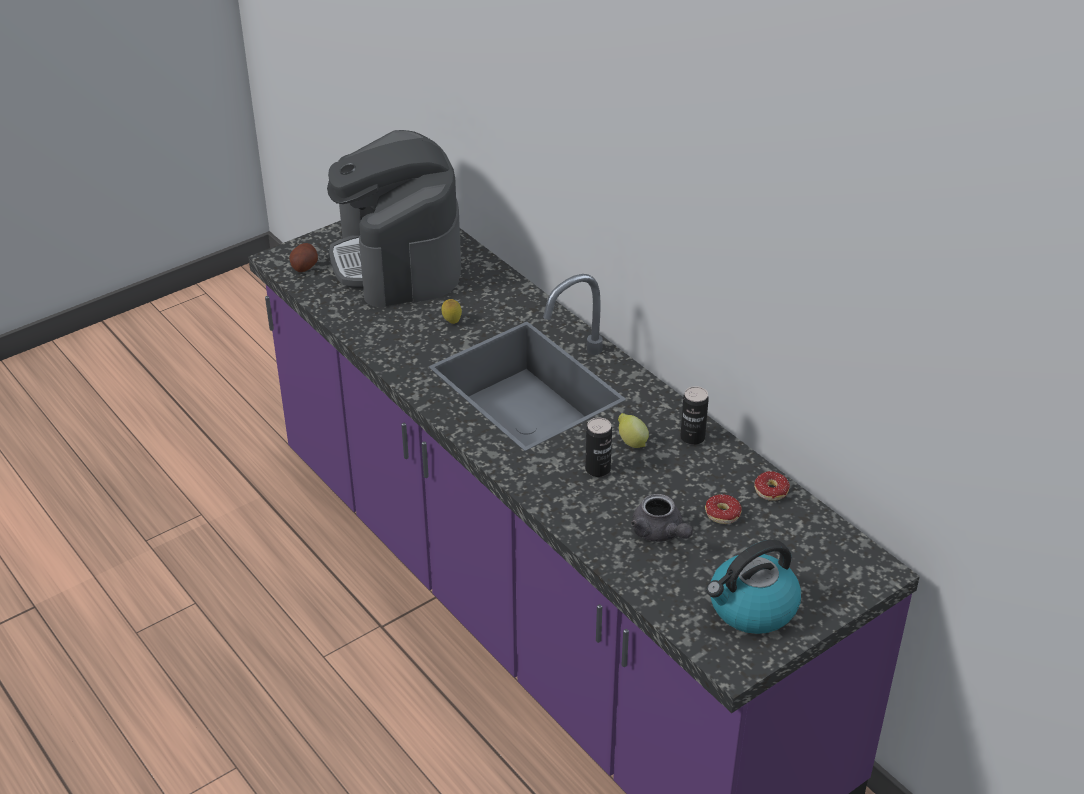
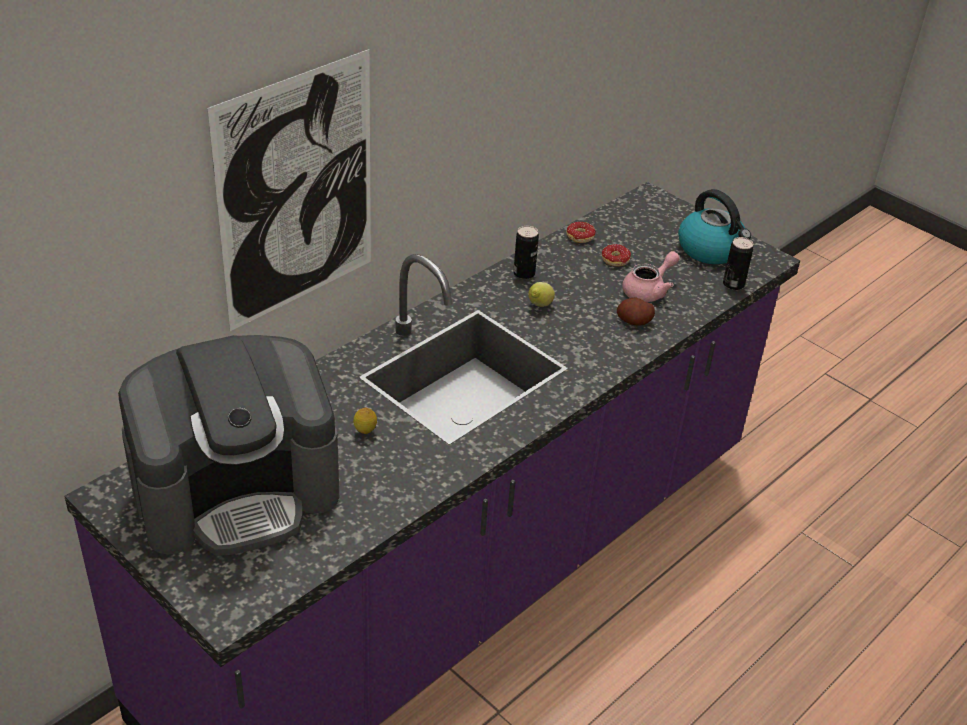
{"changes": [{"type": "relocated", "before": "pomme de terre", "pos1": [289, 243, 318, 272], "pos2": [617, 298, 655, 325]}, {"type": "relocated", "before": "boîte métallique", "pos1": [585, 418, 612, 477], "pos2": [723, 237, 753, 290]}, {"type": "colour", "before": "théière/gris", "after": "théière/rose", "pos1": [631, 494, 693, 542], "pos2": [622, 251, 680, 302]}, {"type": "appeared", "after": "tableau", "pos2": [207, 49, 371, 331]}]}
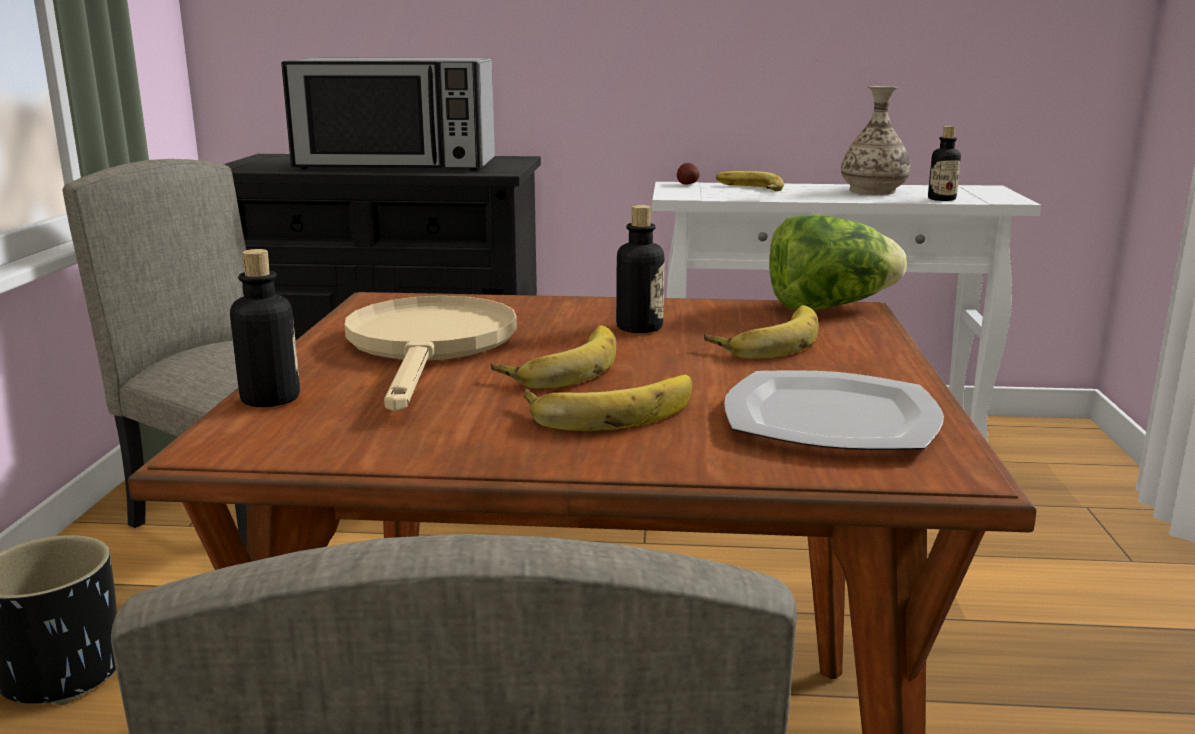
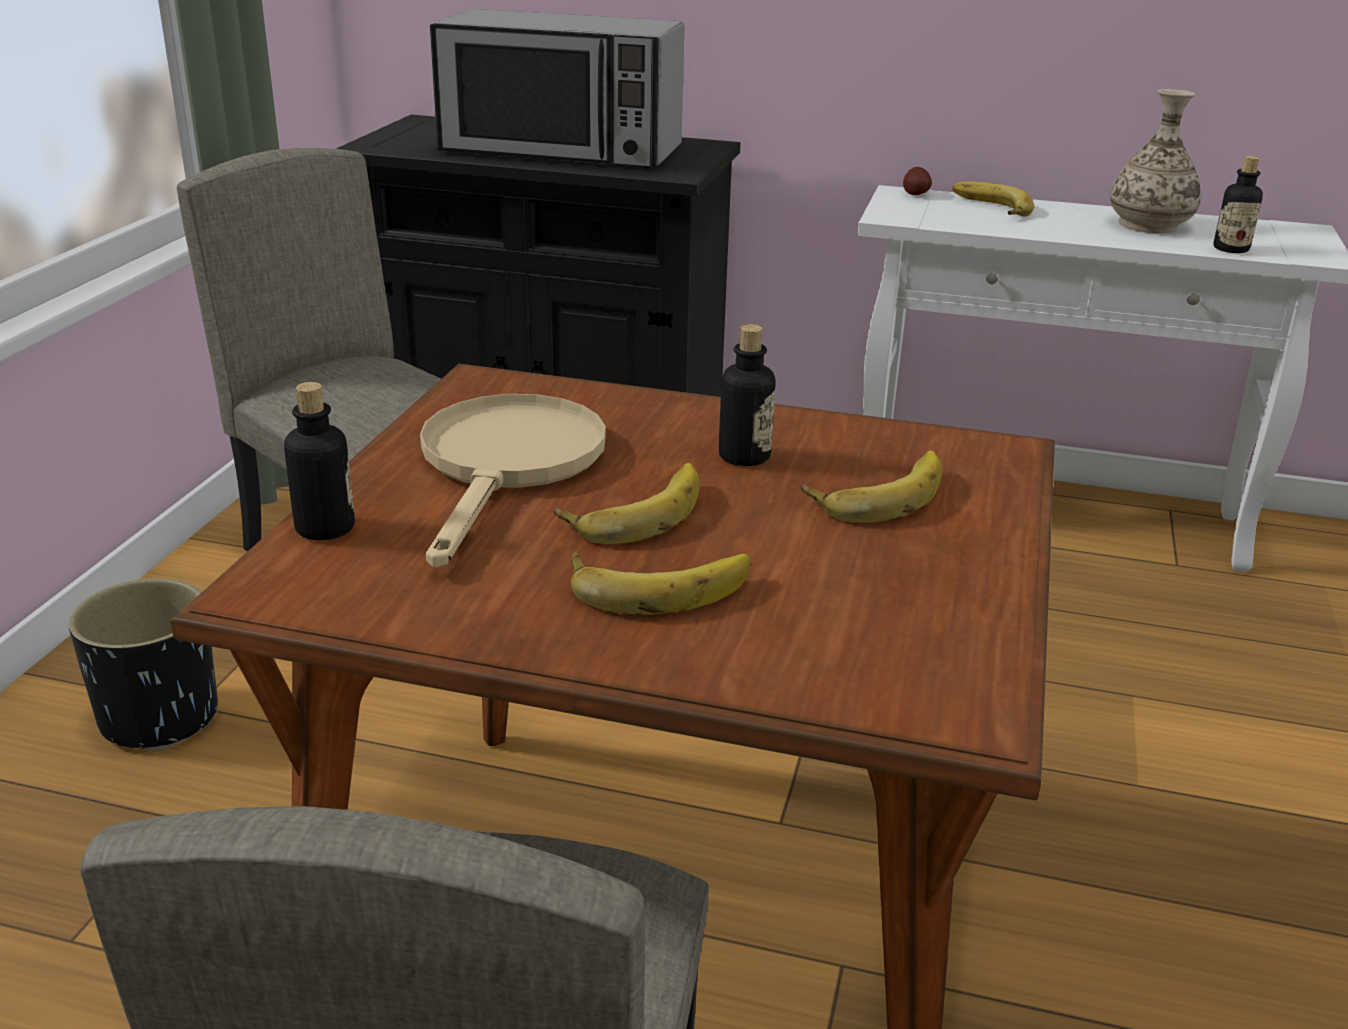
{"changes": [{"type": "missing", "before": "laitue", "pos1": [769, 215, 907, 310]}, {"type": "missing", "before": "assiette", "pos1": [724, 370, 944, 450]}]}
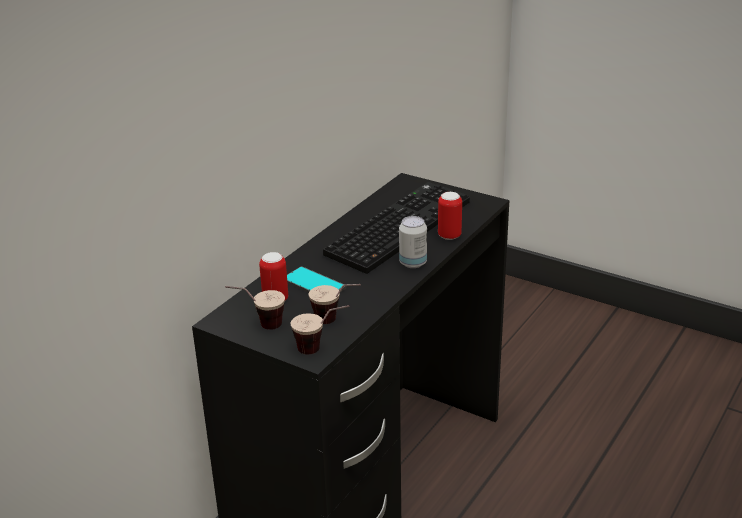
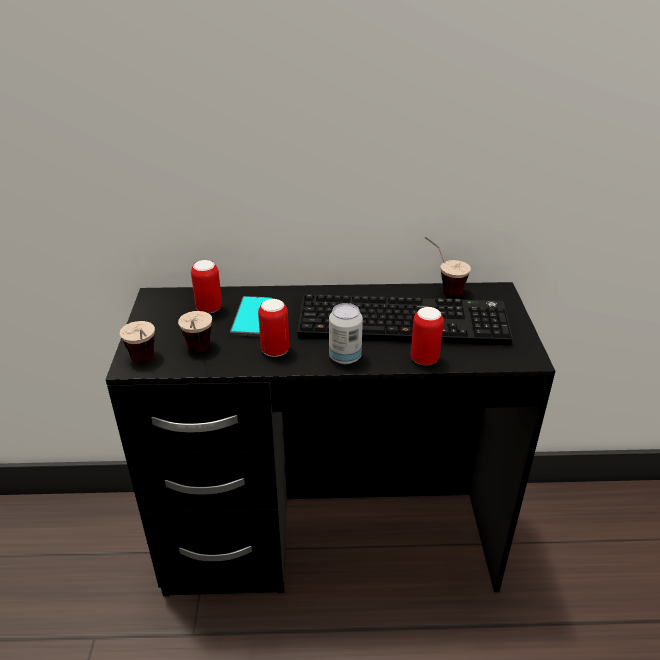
{"changes": [{"type": "relocated", "before": "tasse", "pos1": [225, 286, 285, 330], "pos2": [425, 236, 471, 297]}, {"type": "appeared", "after": "boîte métallique", "pos2": [258, 299, 289, 357]}]}
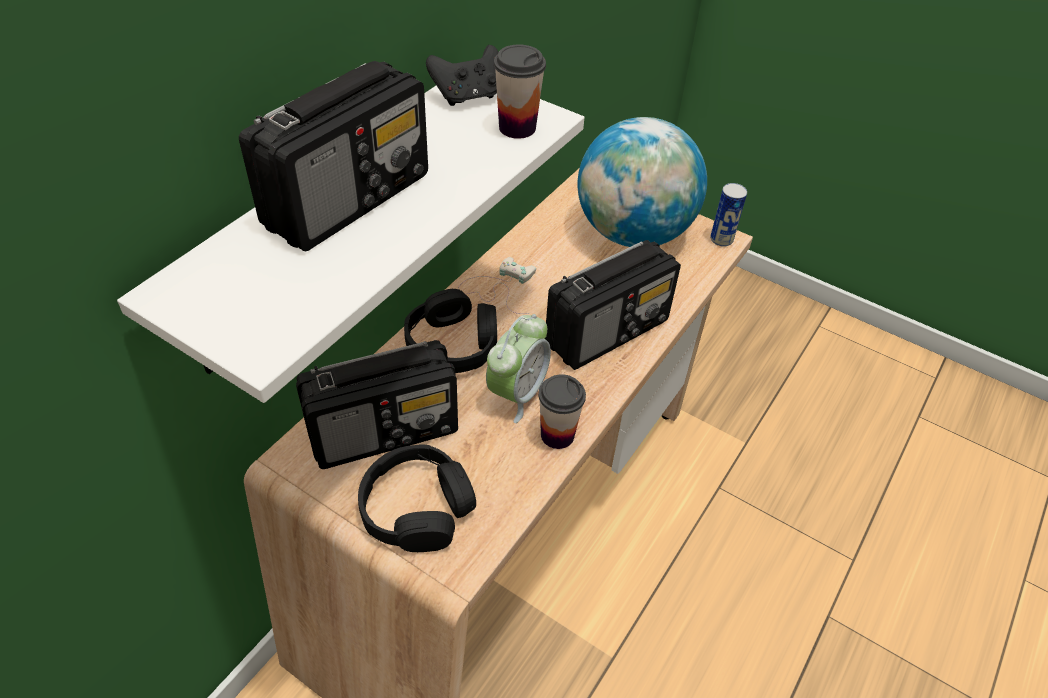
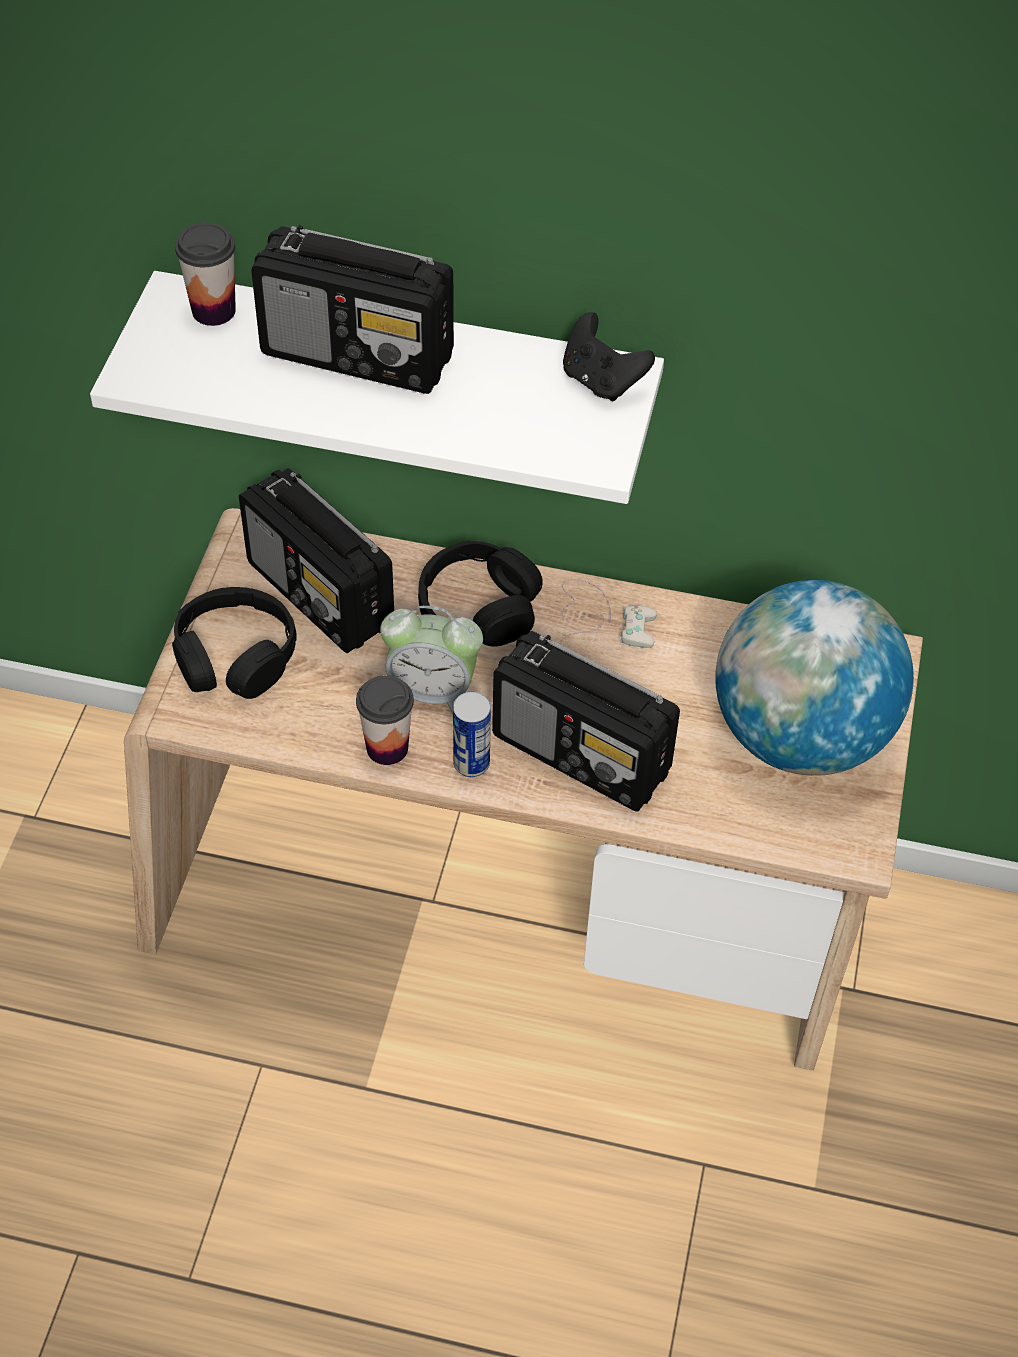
{"changes": [{"type": "relocated", "before": "tasse", "pos1": [494, 44, 546, 139], "pos2": [175, 222, 236, 326]}, {"type": "relocated", "before": "boîte métallique", "pos1": [710, 183, 747, 247], "pos2": [453, 692, 491, 777]}]}
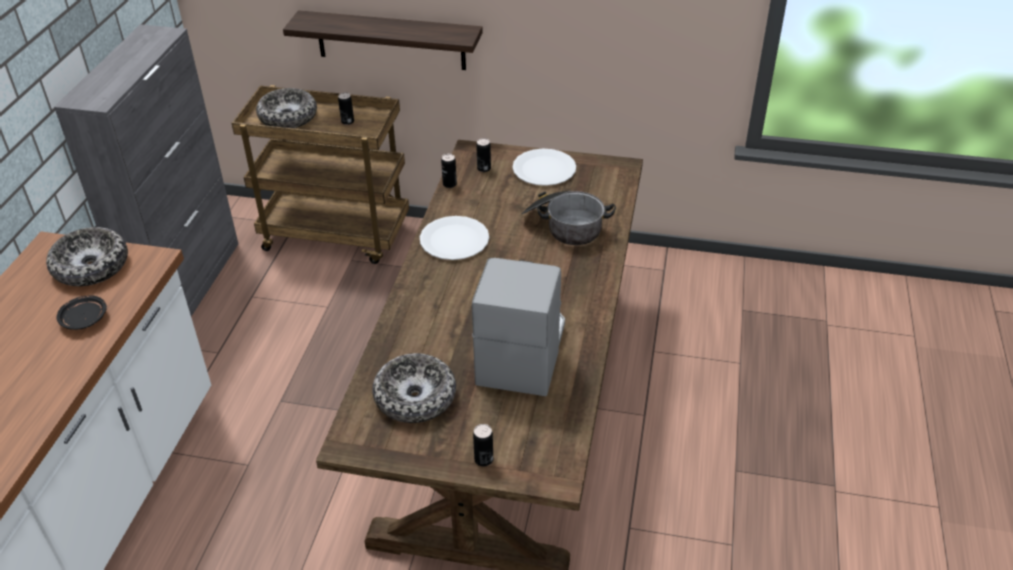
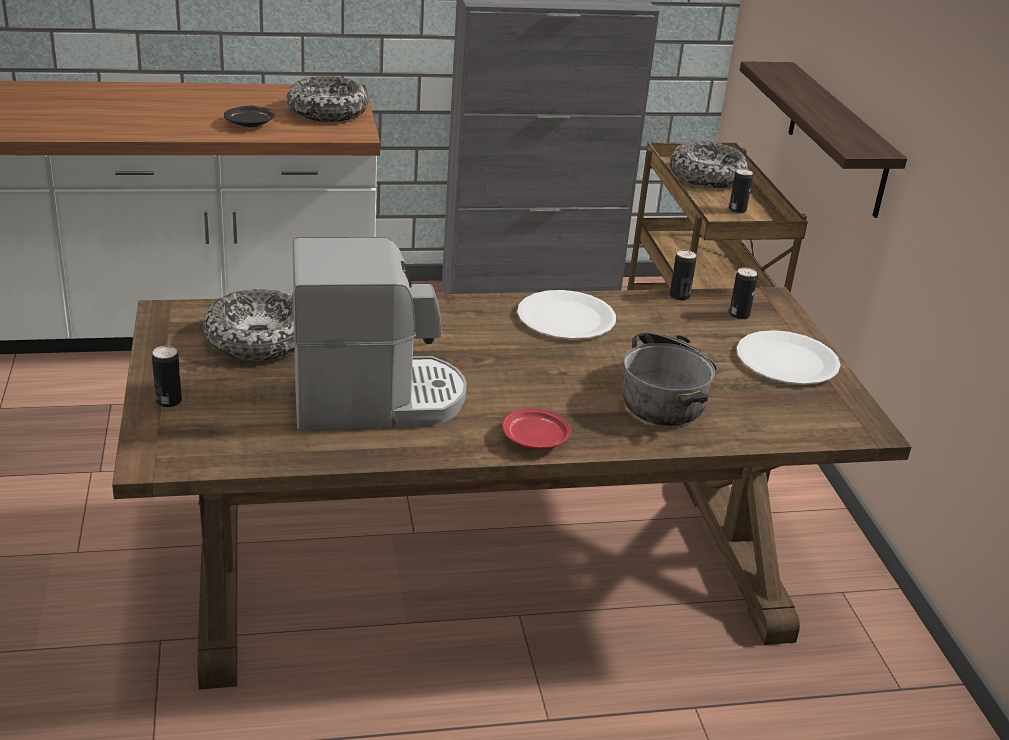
{"changes": [{"type": "appeared", "after": "assiette/rouge", "pos2": [502, 408, 571, 450]}]}
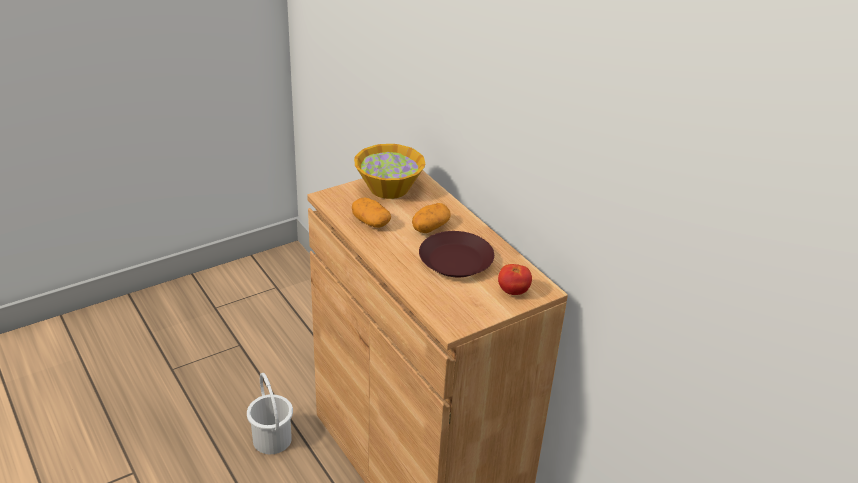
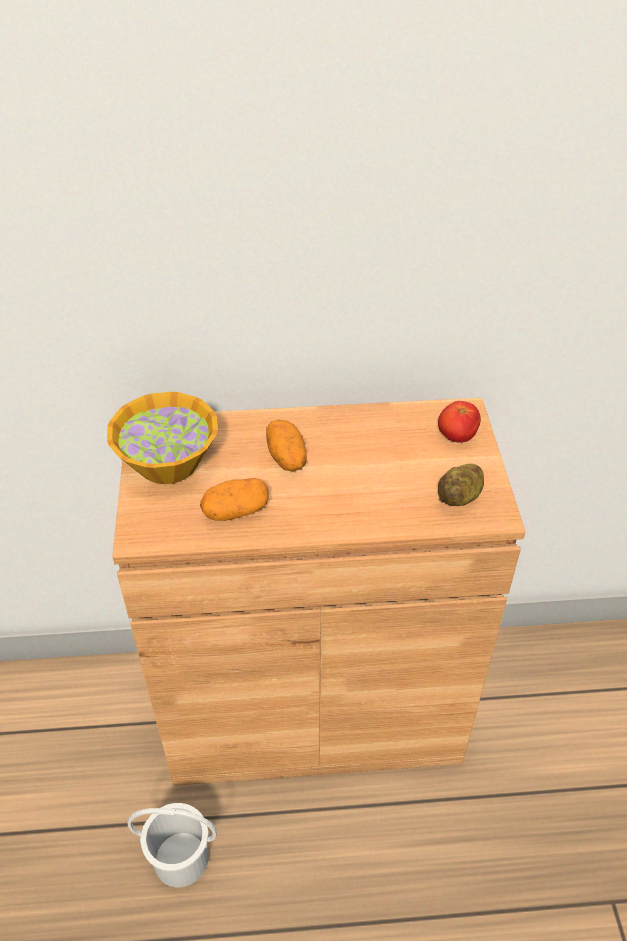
{"changes": [{"type": "missing", "before": "assiette/marron", "pos1": [419, 231, 494, 277]}, {"type": "appeared", "after": "pomme de terre", "pos2": [438, 464, 484, 506]}]}
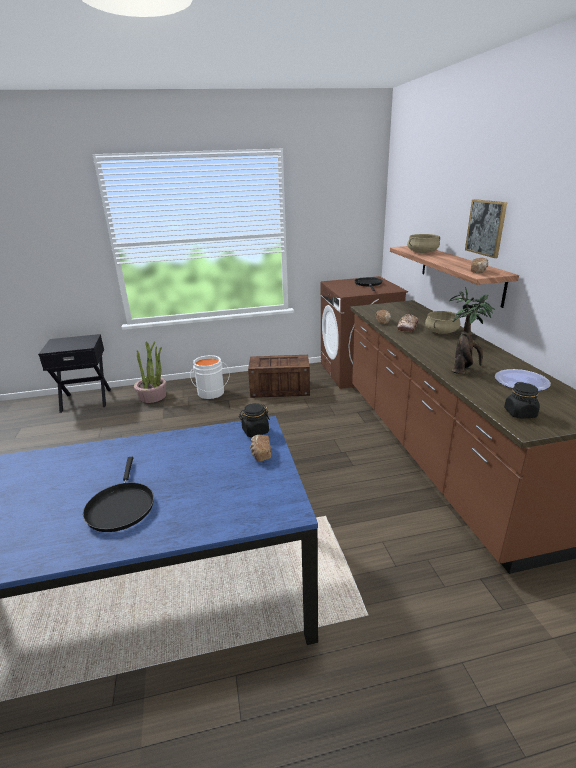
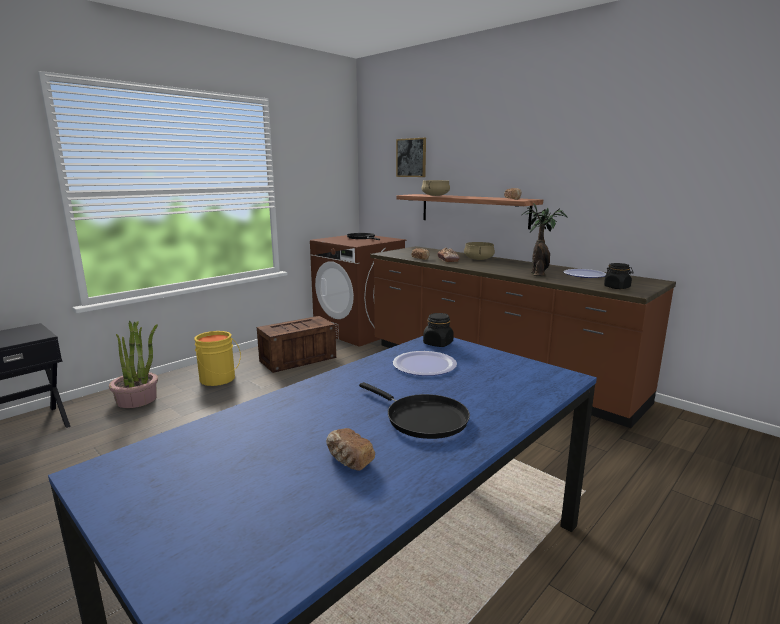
{"changes": [{"type": "relocated", "before": "tableau", "pos1": [465, 199, 507, 258], "pos2": [396, 138, 426, 177]}, {"type": "colour", "before": "seau/blanc", "after": "seau/jaune", "pos1": [190, 355, 230, 399], "pos2": [194, 331, 241, 386]}, {"type": "relocated", "before": "pain", "pos1": [250, 435, 271, 462], "pos2": [326, 428, 375, 471]}, {"type": "appeared", "after": "assiette", "pos2": [393, 351, 457, 376]}]}
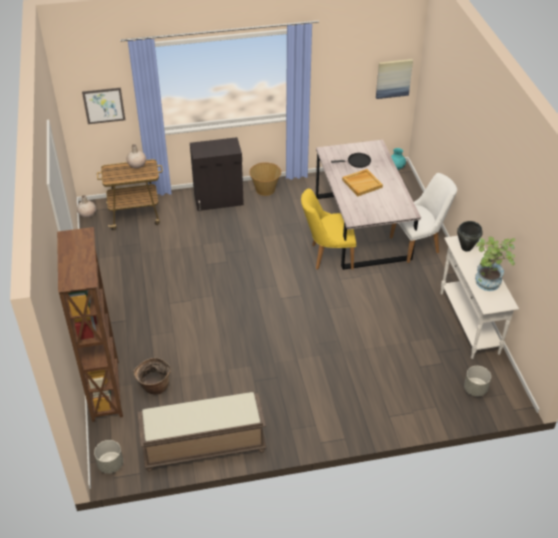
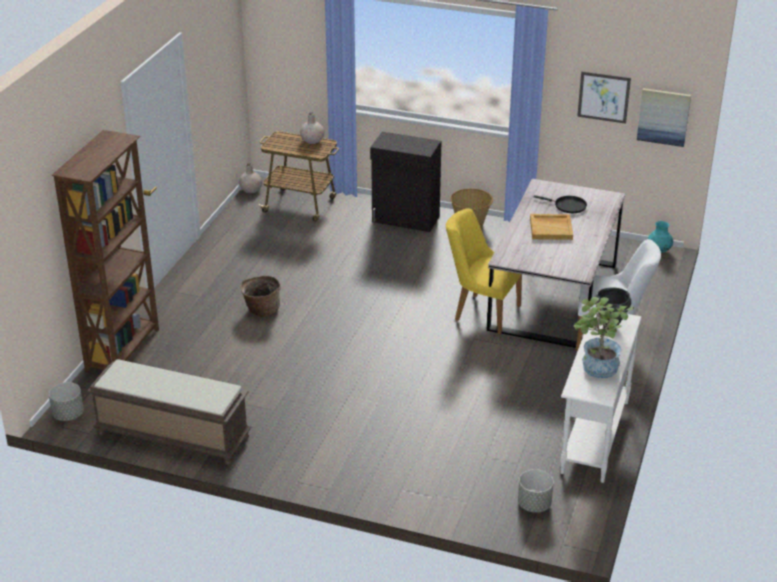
{"changes": [{"type": "relocated", "before": "tableau", "pos1": [82, 88, 125, 124], "pos2": [577, 71, 631, 124]}, {"type": "relocated", "before": "panier", "pos1": [134, 358, 171, 395], "pos2": [241, 276, 281, 318]}]}
